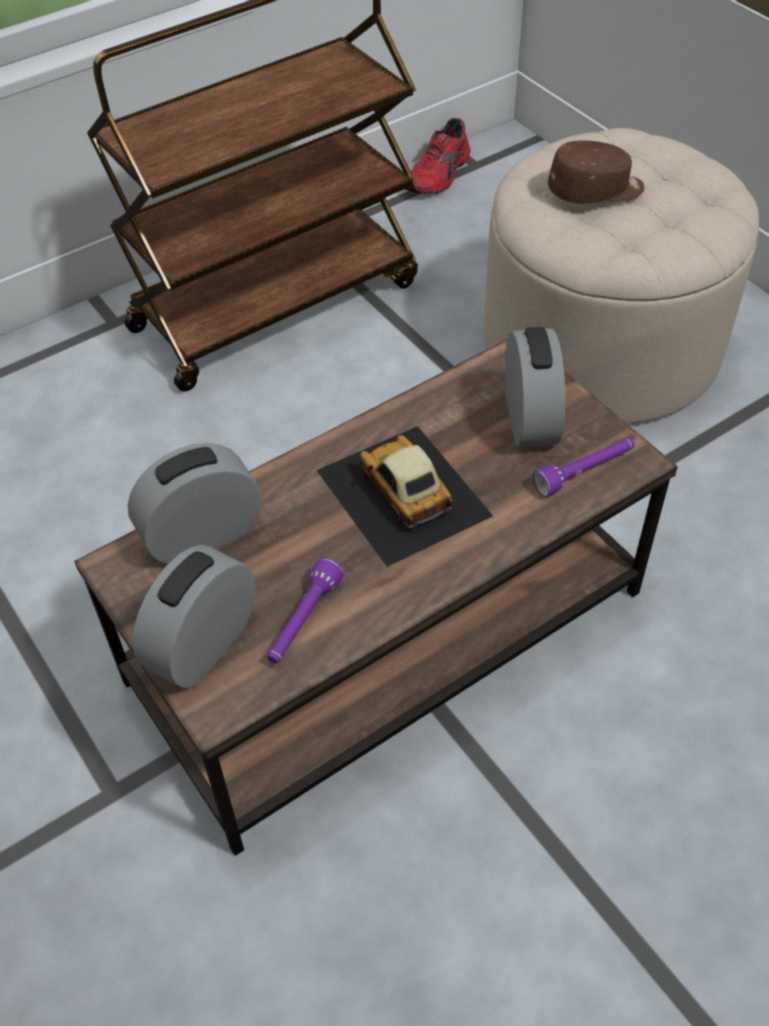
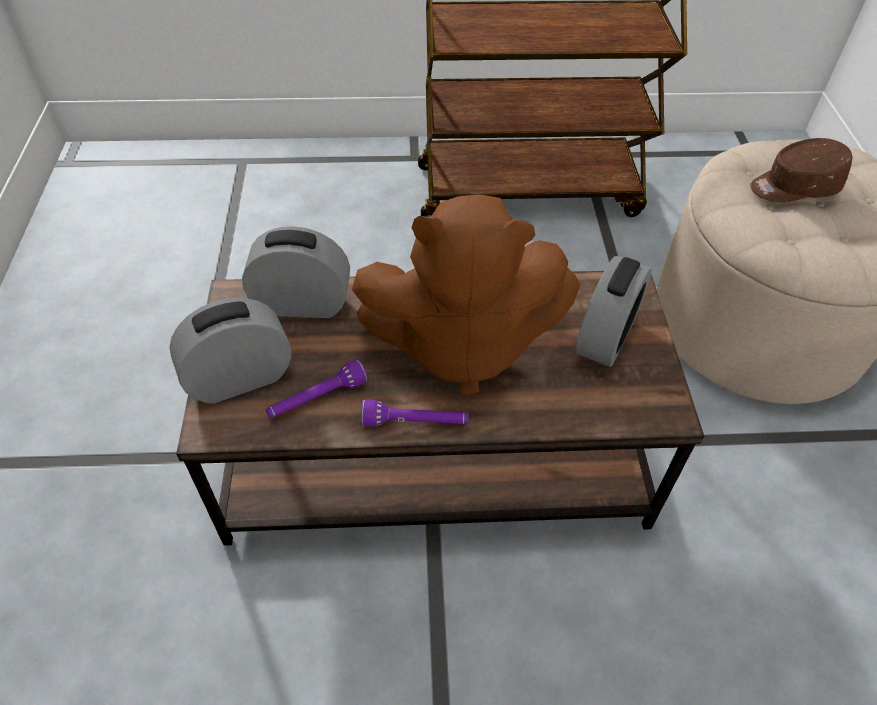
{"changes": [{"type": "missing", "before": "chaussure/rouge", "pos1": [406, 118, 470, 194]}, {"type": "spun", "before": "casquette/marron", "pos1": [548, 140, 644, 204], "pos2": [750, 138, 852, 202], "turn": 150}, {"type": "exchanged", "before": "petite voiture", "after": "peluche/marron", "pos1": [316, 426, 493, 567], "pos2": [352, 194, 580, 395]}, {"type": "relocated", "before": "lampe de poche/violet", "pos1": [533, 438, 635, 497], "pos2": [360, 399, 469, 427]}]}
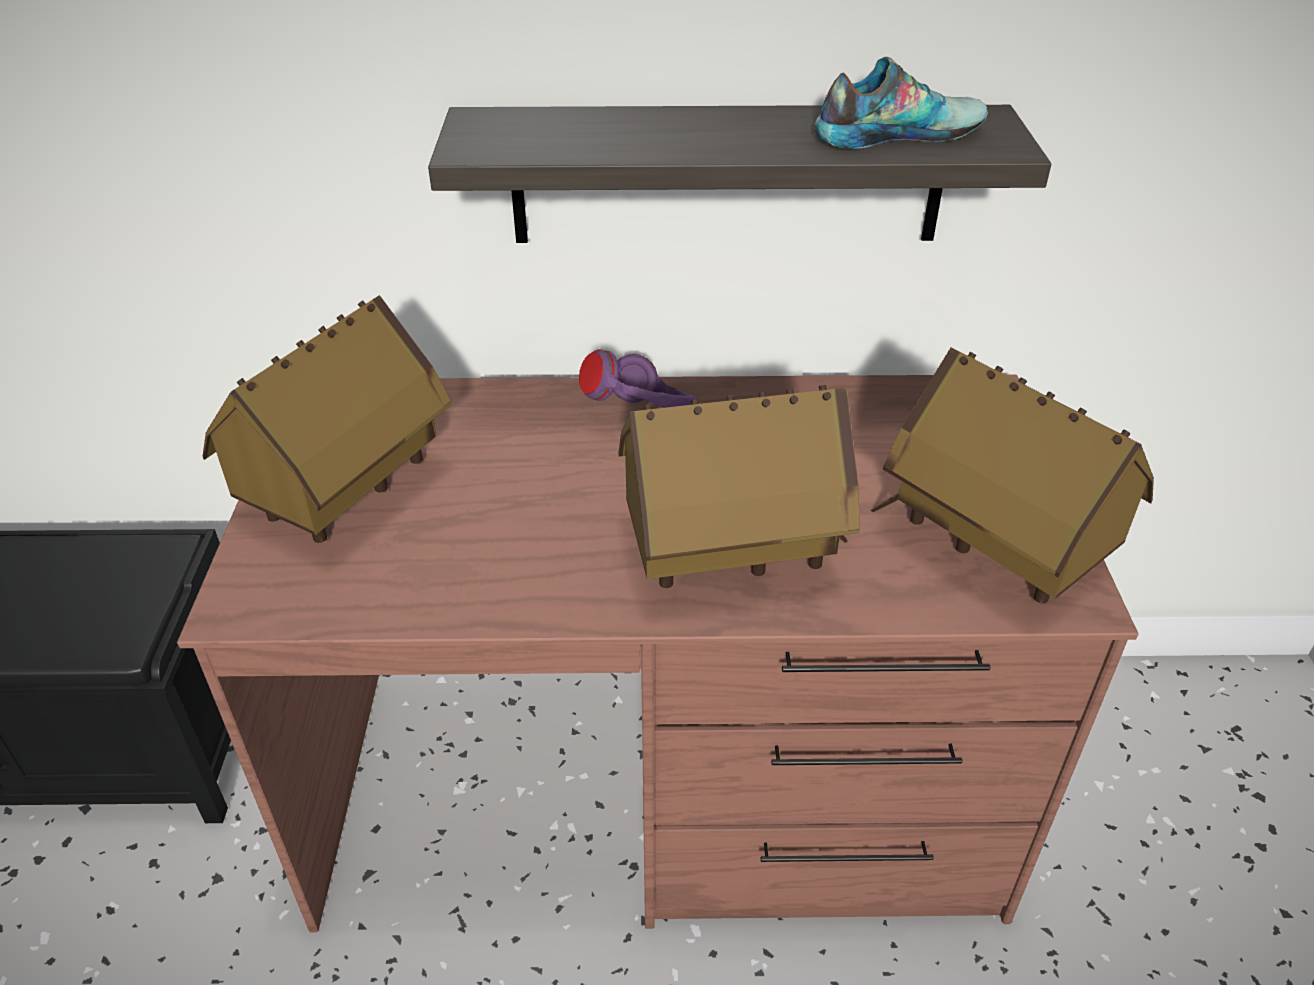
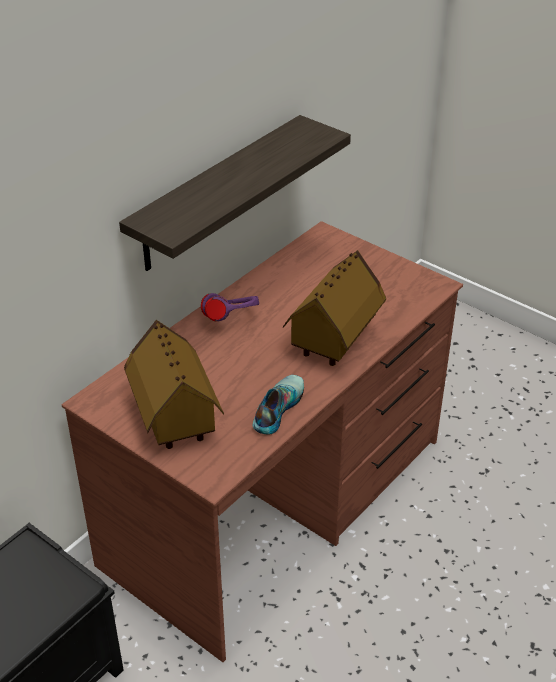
{"changes": [{"type": "relocated", "before": "chaussure", "pos1": [814, 57, 988, 149], "pos2": [253, 375, 304, 435]}, {"type": "missing", "before": "maison miniature", "pos1": [871, 347, 1154, 603]}]}
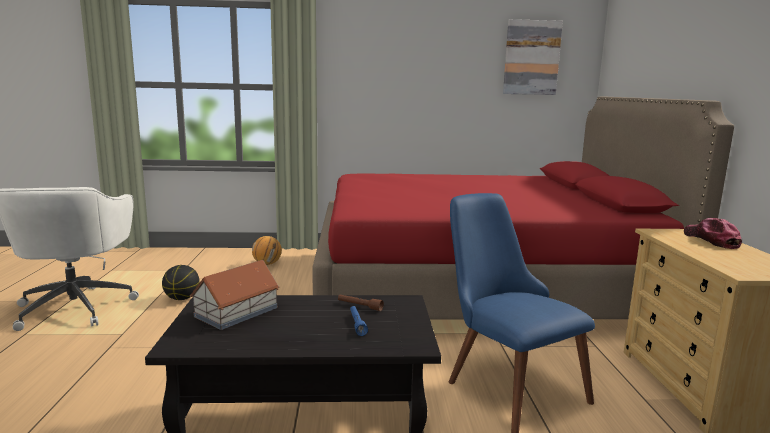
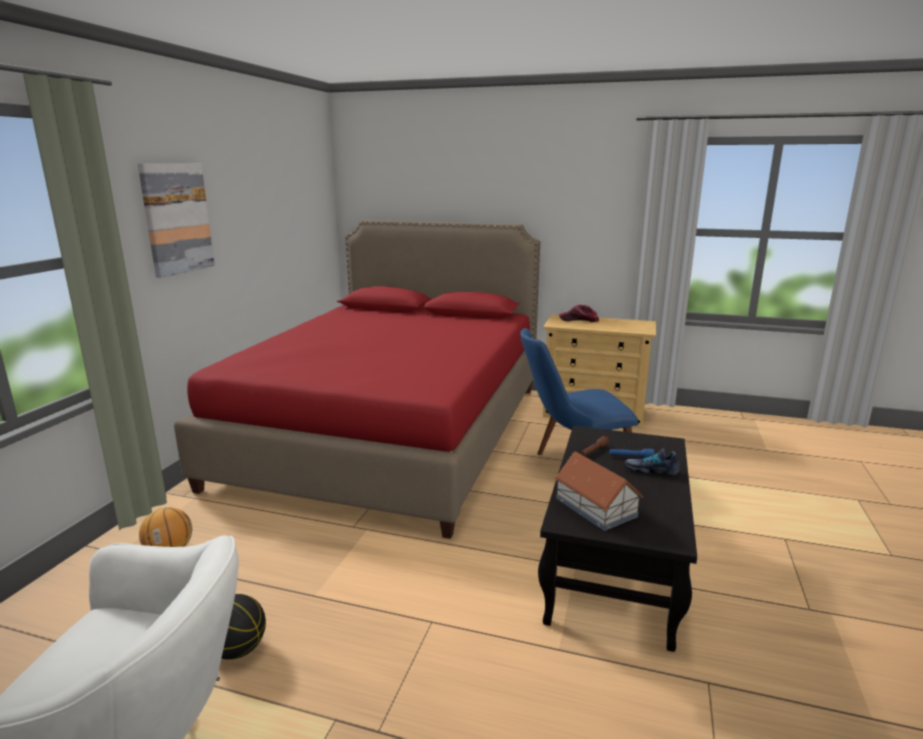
{"changes": [{"type": "relocated", "before": "tableau", "pos1": [503, 19, 563, 95], "pos2": [138, 163, 215, 278]}, {"type": "appeared", "after": "chaussure", "pos2": [625, 448, 680, 476]}]}
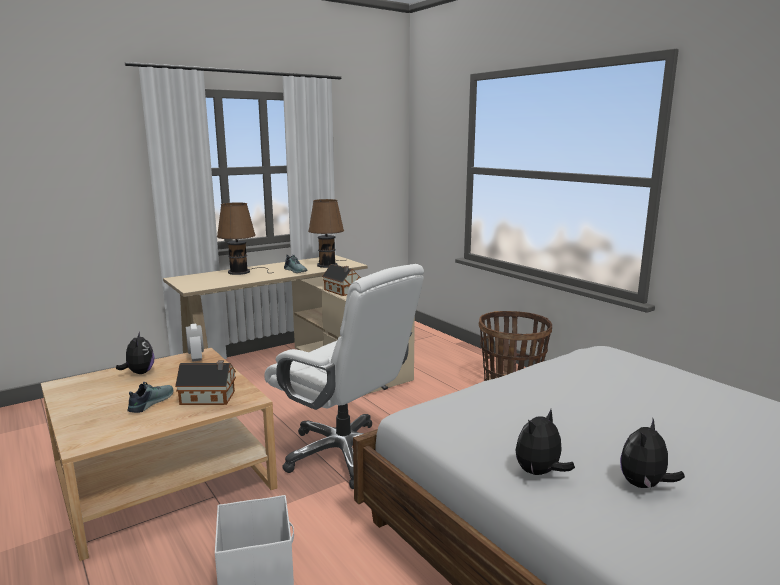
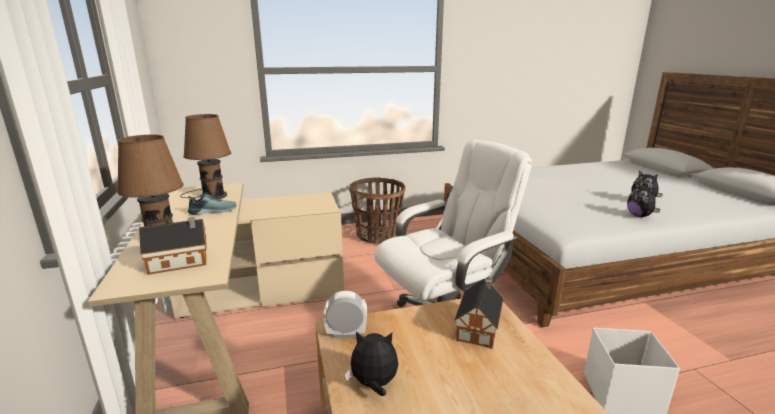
{"changes": [{"type": "relocated", "before": "maison miniature", "pos1": [322, 264, 361, 296], "pos2": [139, 217, 207, 275]}, {"type": "missing", "before": "chaussure", "pos1": [128, 382, 174, 413]}]}
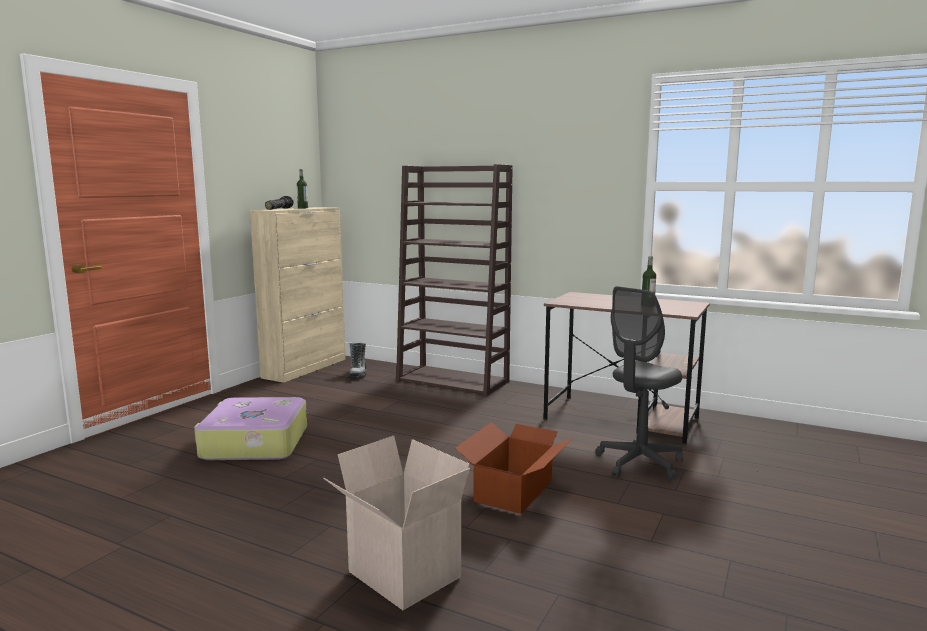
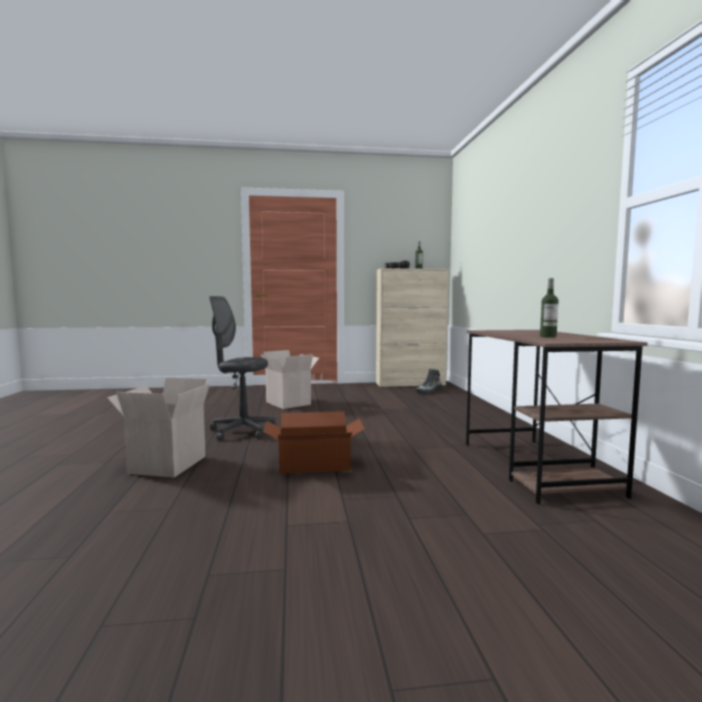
{"changes": [{"type": "missing", "before": "bibliothèque/marron", "pos1": [396, 164, 513, 397]}, {"type": "relocated", "before": "chaise de bureau/gris", "pos1": [595, 286, 683, 481], "pos2": [209, 296, 275, 441]}, {"type": "exchanged", "before": "valise", "after": "carton", "pos1": [194, 397, 307, 460], "pos2": [261, 350, 319, 409]}]}
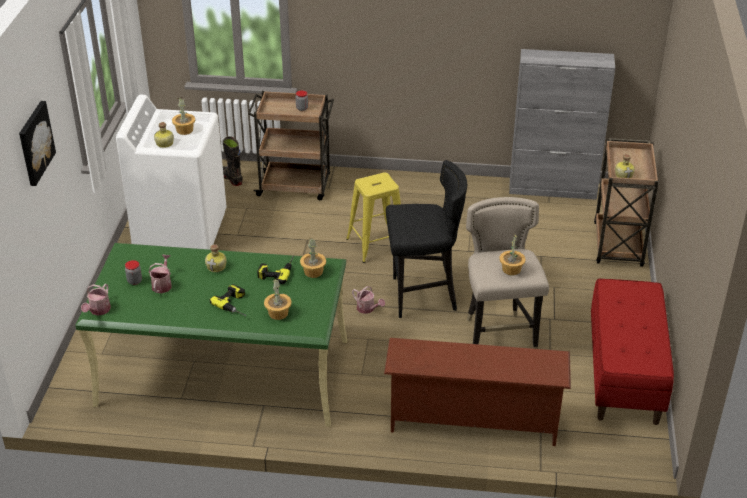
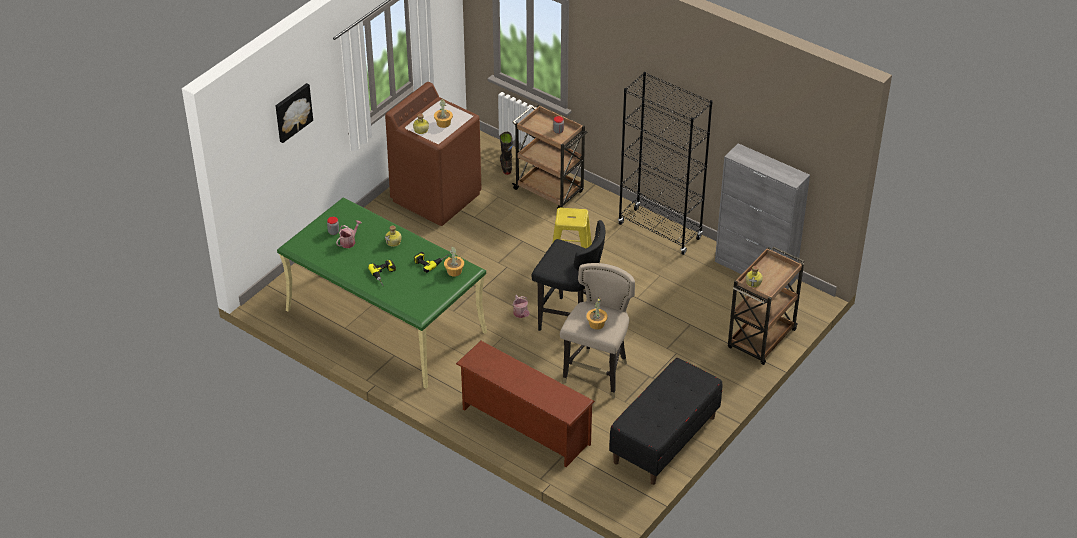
{"changes": [{"type": "colour", "before": "lave-linge/blanc", "after": "lave-linge/marron", "pos1": [116, 95, 227, 250], "pos2": [385, 82, 482, 226]}, {"type": "missing", "before": "plante en pot", "pos1": [264, 279, 292, 320]}, {"type": "colour", "before": "banc/rouge", "after": "banc/noir", "pos1": [591, 279, 674, 425], "pos2": [609, 358, 722, 485]}, {"type": "missing", "before": "arrosoir", "pos1": [81, 284, 111, 316]}, {"type": "appeared", "after": "bibliothèque/noir", "pos2": [618, 72, 713, 255]}]}
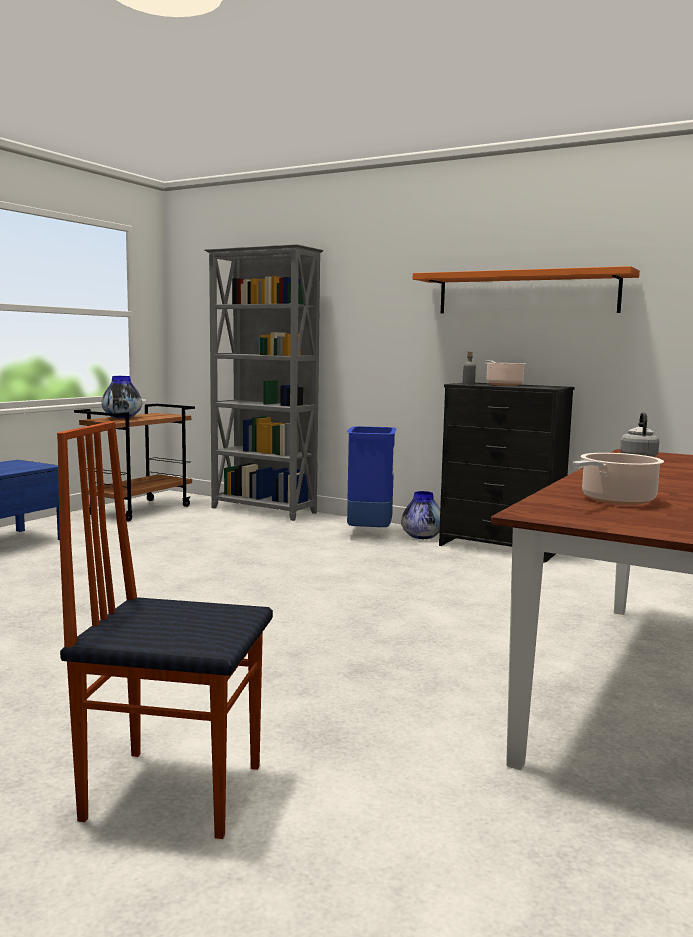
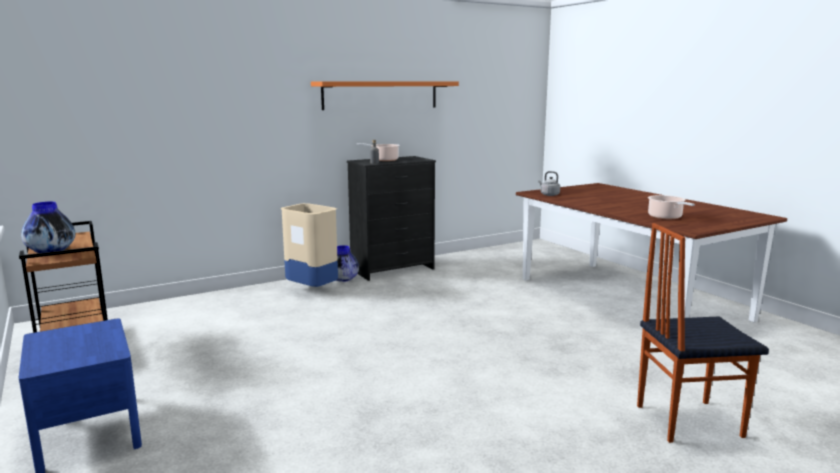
{"changes": [{"type": "missing", "before": "bibliothèque/gris", "pos1": [204, 244, 324, 521]}, {"type": "spun", "before": "chaise", "pos1": [57, 421, 273, 839], "pos2": [637, 223, 769, 443], "turn": 45}, {"type": "colour", "before": "poubelle/bleu", "after": "poubelle/beige", "pos1": [347, 426, 397, 527], "pos2": [280, 203, 338, 287]}]}
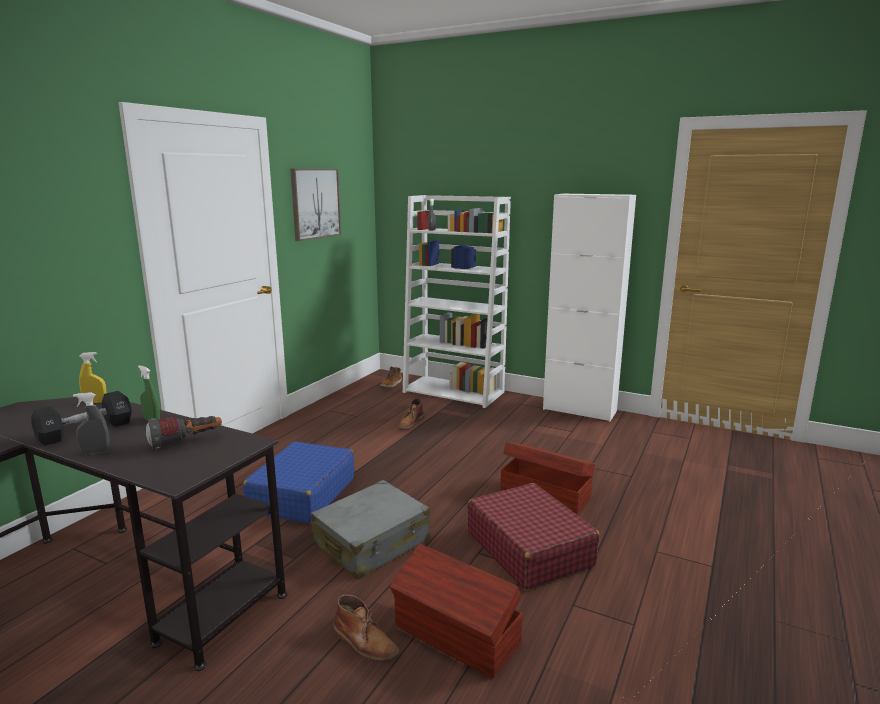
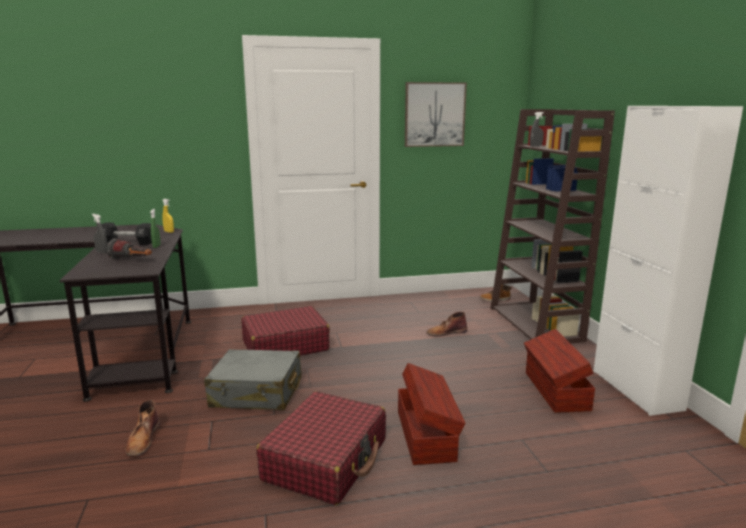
{"changes": [{"type": "colour", "before": "bibliothèque/blanc", "after": "bibliothèque/marron", "pos1": [403, 195, 511, 408], "pos2": [490, 109, 615, 344]}, {"type": "colour", "before": "valise/bleu", "after": "valise/rouge", "pos1": [243, 441, 354, 524], "pos2": [241, 306, 330, 356]}, {"type": "relocated", "before": "boîte de rangement/marron", "pos1": [390, 543, 523, 679], "pos2": [524, 329, 595, 413]}]}
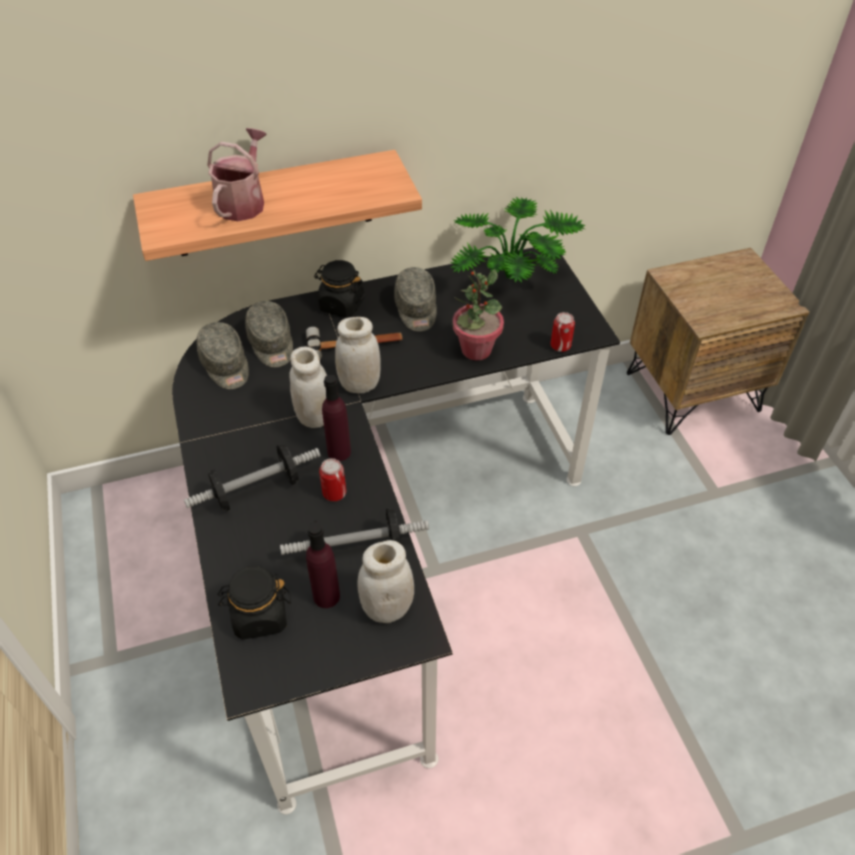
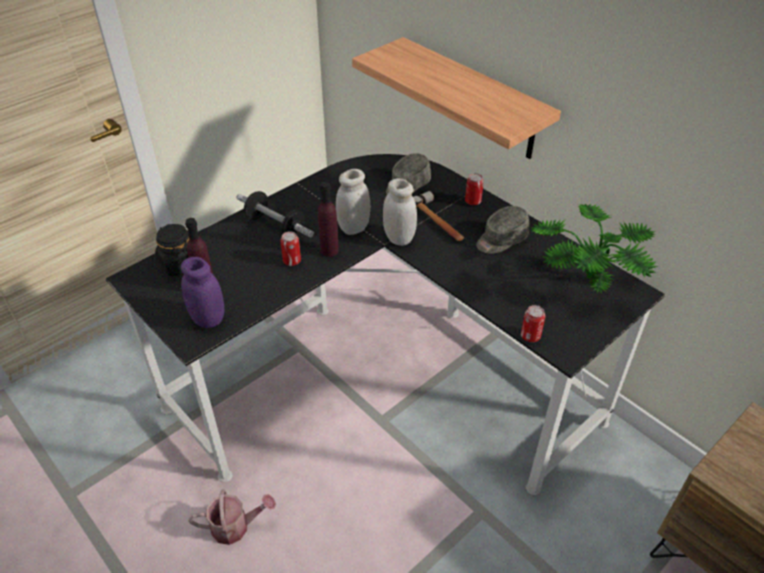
{"changes": [{"type": "relocated", "before": "arrosoir", "pos1": [207, 128, 267, 221], "pos2": [188, 489, 276, 545]}, {"type": "exchanged", "before": "bocal/noir", "after": "boîte métallique", "pos1": [314, 260, 365, 318], "pos2": [465, 173, 484, 205]}, {"type": "missing", "before": "plante en pot", "pos1": [453, 269, 504, 360]}, {"type": "missing", "before": "casquette/gris", "pos1": [197, 322, 249, 389]}, {"type": "missing", "before": "haltère", "pos1": [280, 508, 429, 555]}, {"type": "colour", "before": "bocal/blanc", "after": "bocal/violet", "pos1": [357, 540, 414, 623], "pos2": [181, 257, 225, 328]}]}
